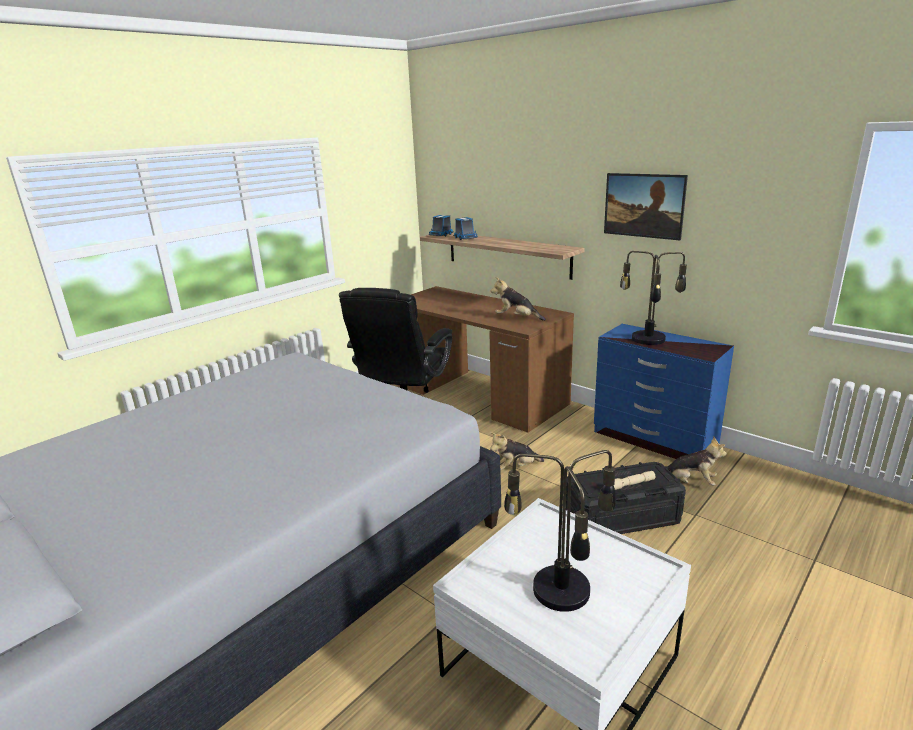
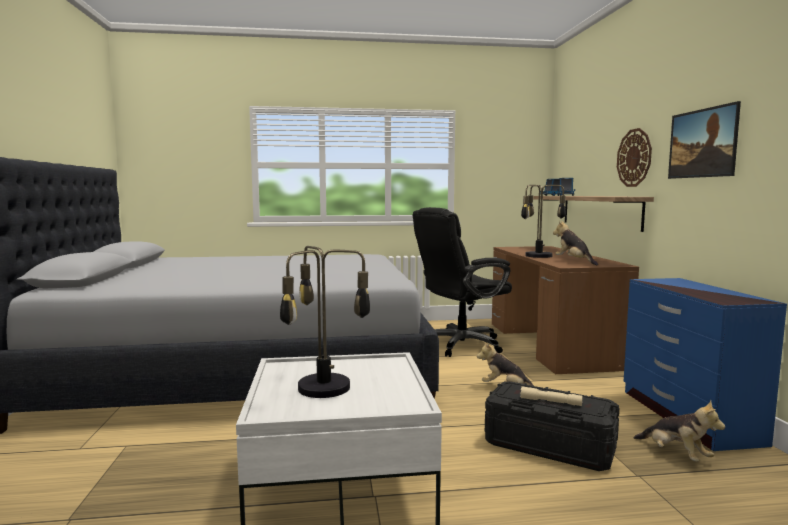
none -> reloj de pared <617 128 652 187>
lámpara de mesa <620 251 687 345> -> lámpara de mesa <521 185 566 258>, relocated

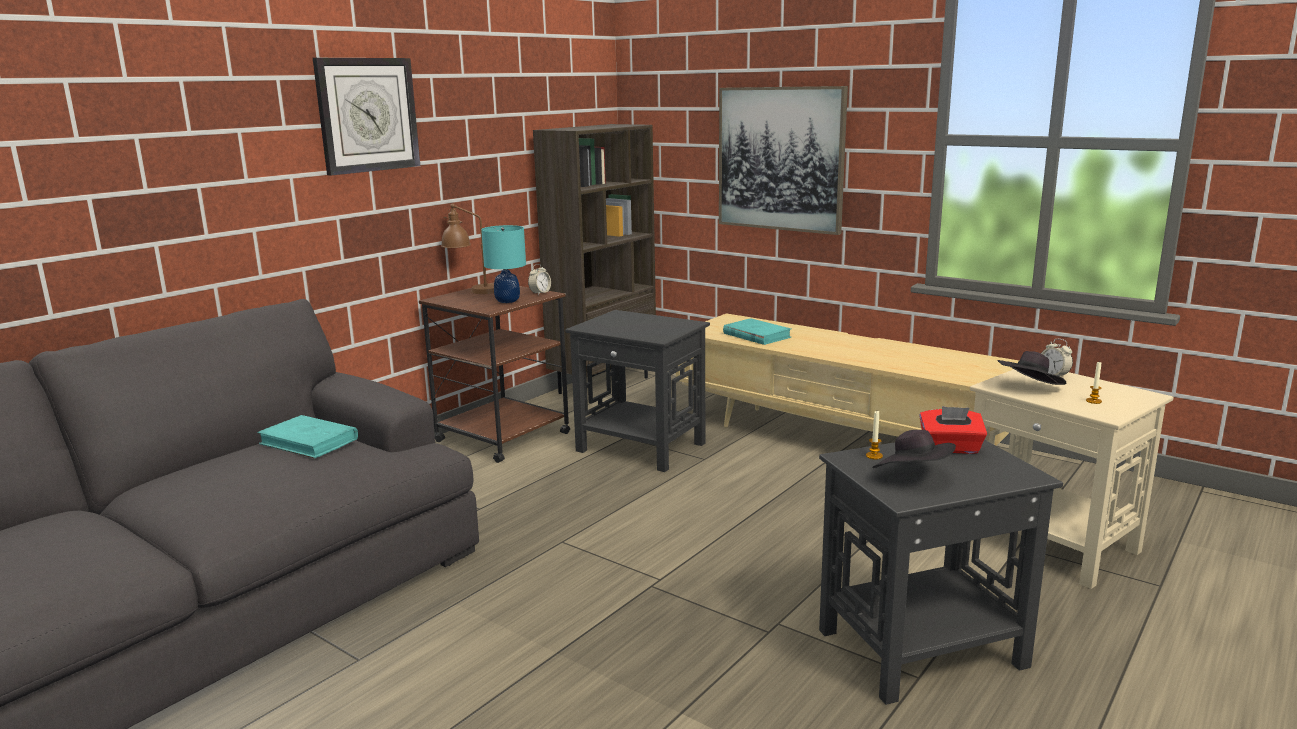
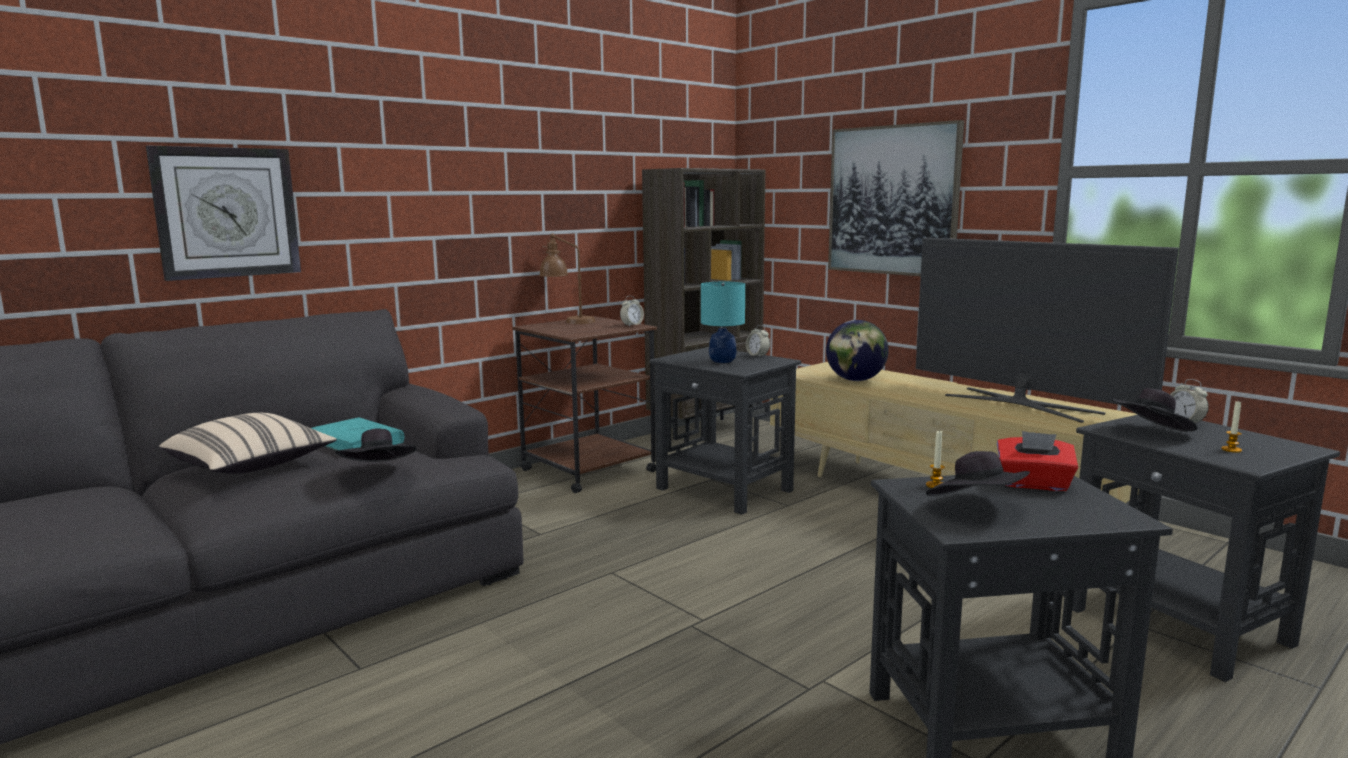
none -> cojín/beis <159 413 336 474>
none -> sombrero/negro <335 428 416 462>
none -> despertador <746 325 770 357>
none -> televisor <916 238 1179 423>
reloj de pared <313 58 420 175> -> reloj de pared <146 146 301 281>, relocated
lámpara de mesa/turquesa <481 225 526 303> -> lámpara de mesa/turquesa <701 282 745 363>, relocated
libro/turquesa <723 318 791 345> -> globo terráqueo <826 320 889 381>
mesa auxiliar/beis <970 369 1174 589> -> mesa auxiliar/negro <1072 415 1340 682>

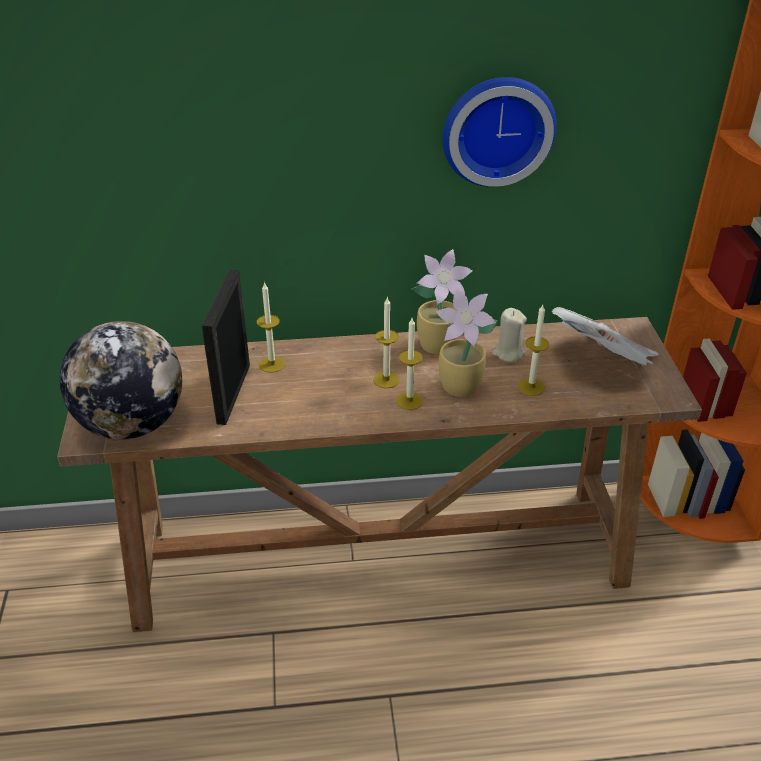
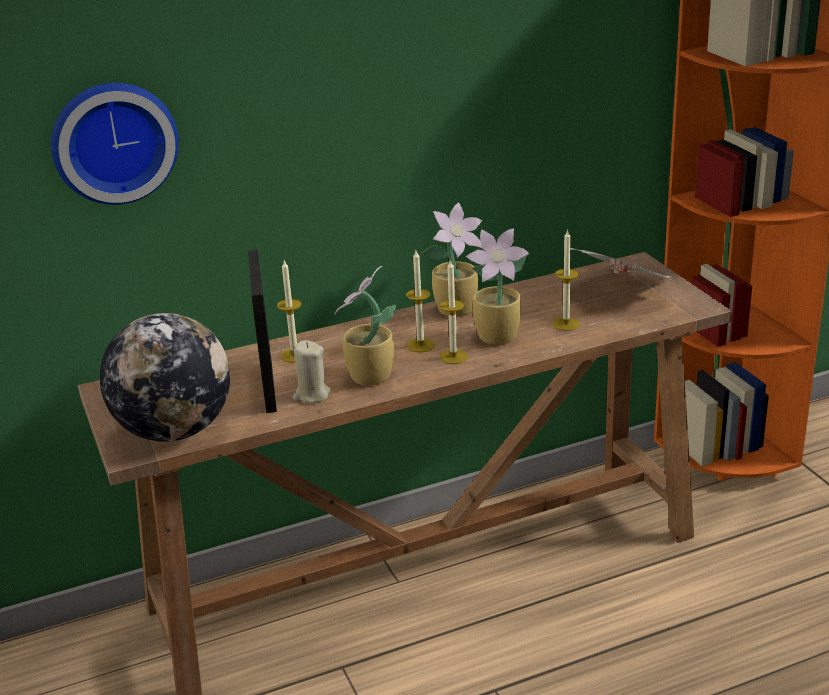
none -> planta en maceta <334 266 396 386>
reloj de pared <443 77 557 187> -> reloj de pared <51 83 179 205>, relocated
vela/beis <492 308 527 362> -> vela/beis <293 340 331 403>, relocated

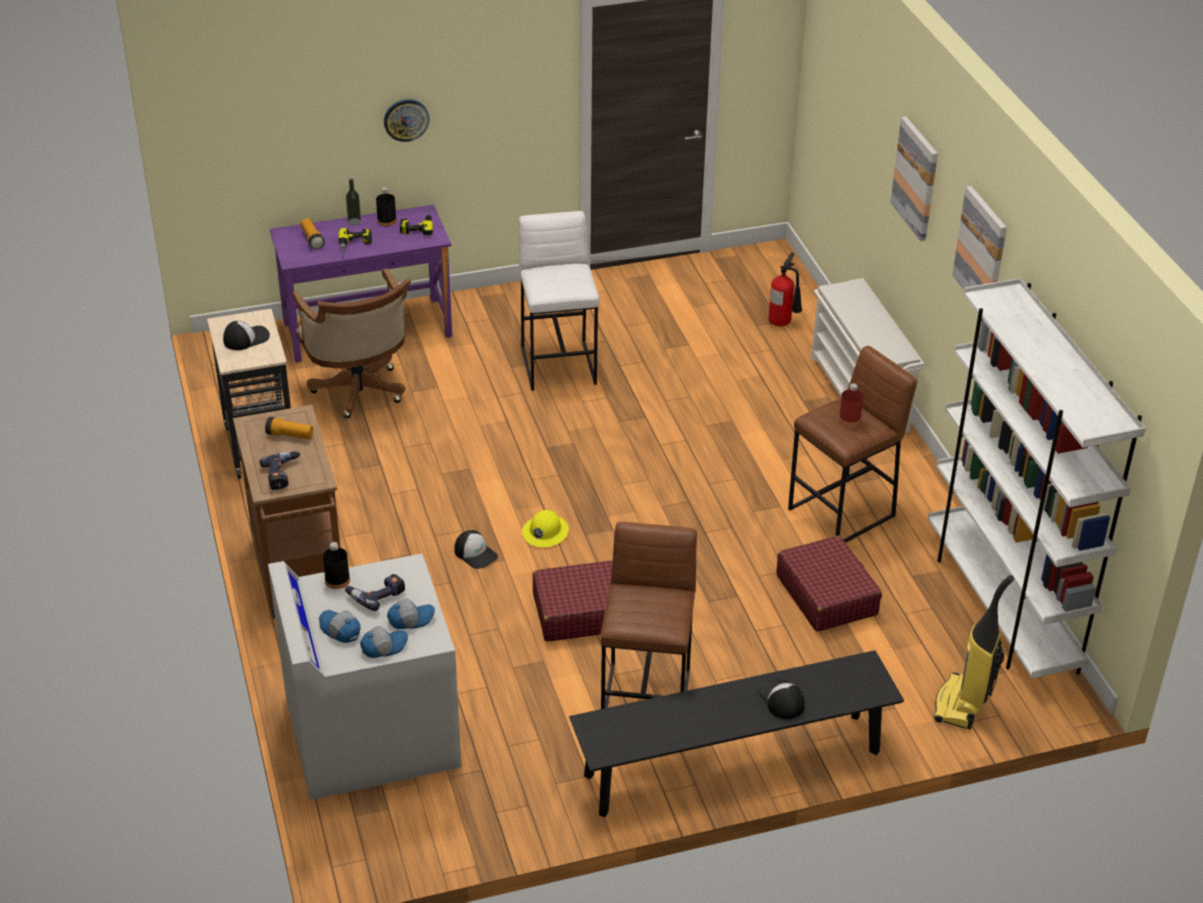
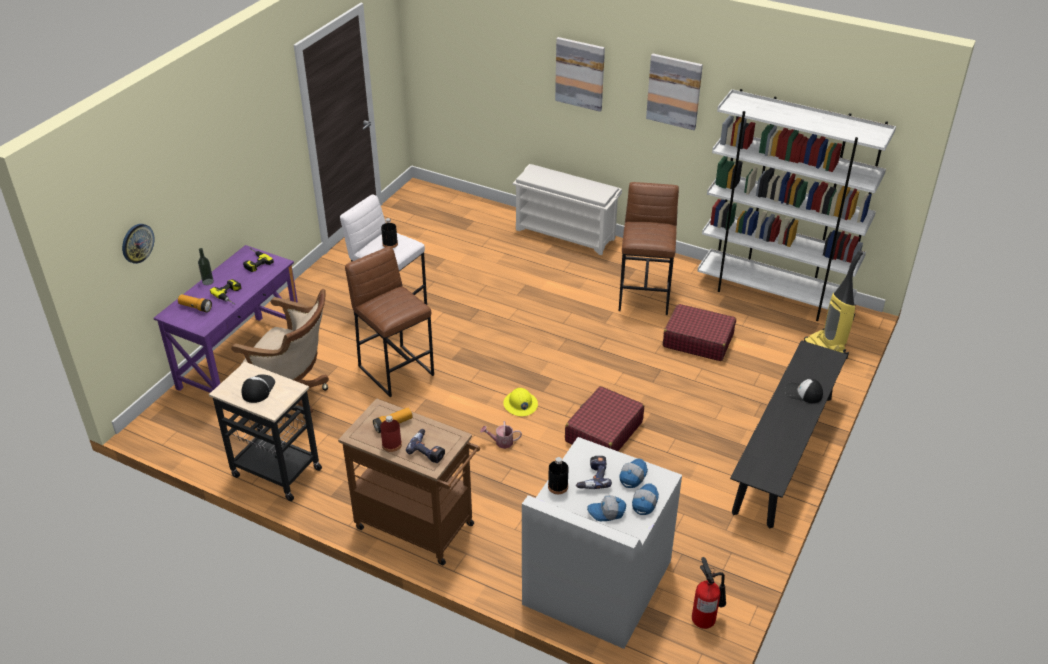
botella/negro <376 187 397 226> -> botella/negro <381 218 398 248>, relocated
reloj de pared <384 99 430 142> -> reloj de pared <122 224 154 264>, relocated
taburete/marrón <600 522 697 709> -> taburete/marrón <345 247 434 397>, relocated
extintor <768 253 802 326> -> extintor <692 557 726 629>, relocated
botella/rojo <839 383 863 426> -> botella/rojo <380 415 402 452>, relocated
gorra <454 530 498 569> -> regadera <480 421 522 449>

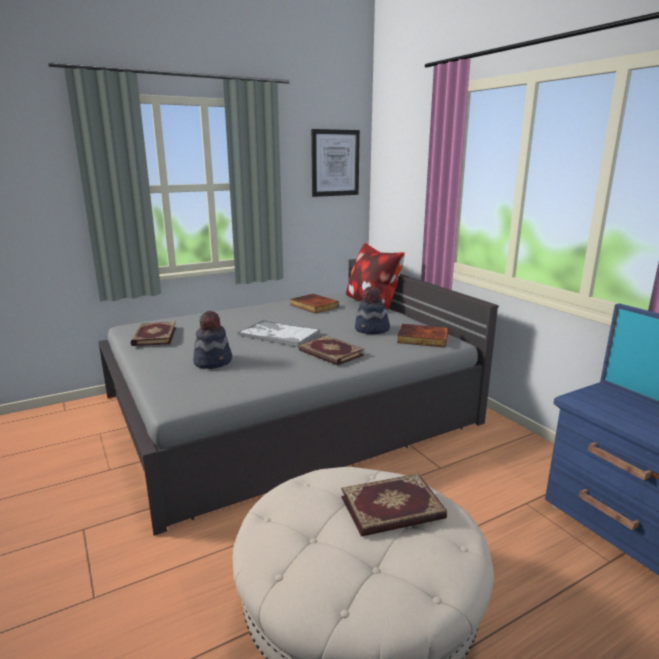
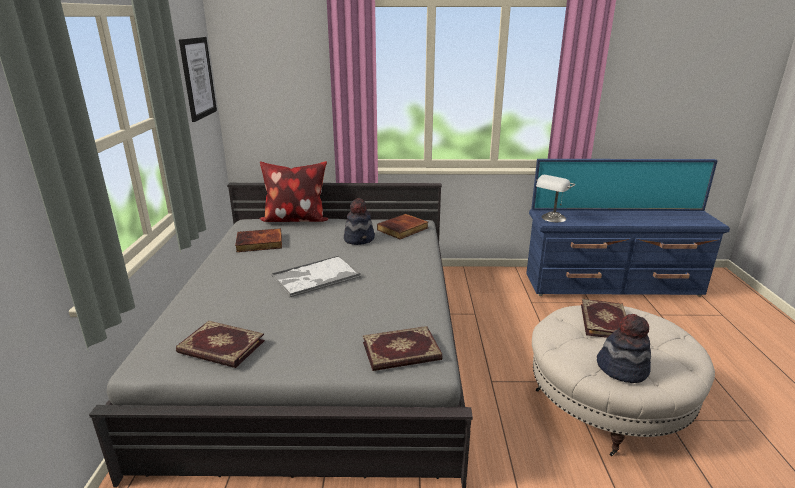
none -> lámpara de mesa/blanco <536 175 575 222>
sombrero <193 311 232 369> -> sombrero <597 314 651 383>, relocated
libro <299 336 364 366> -> libro <363 326 442 371>, relocated

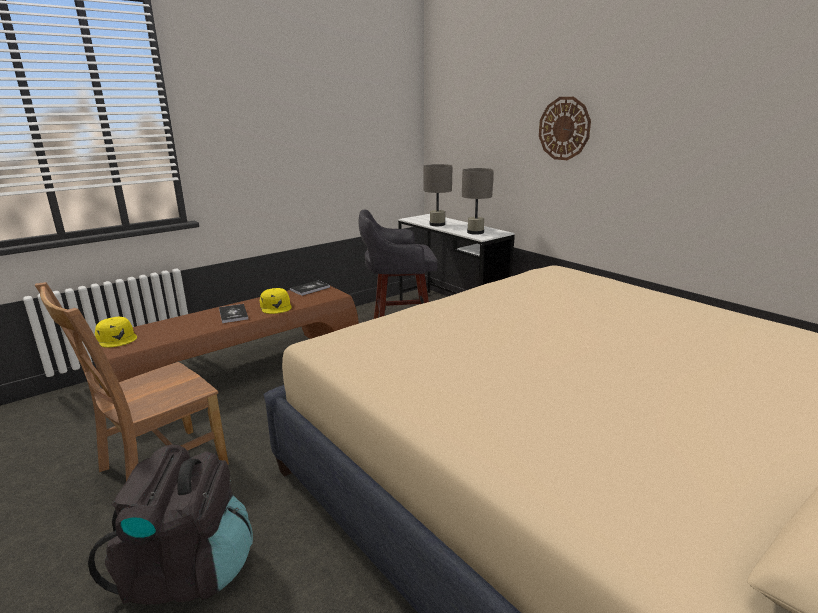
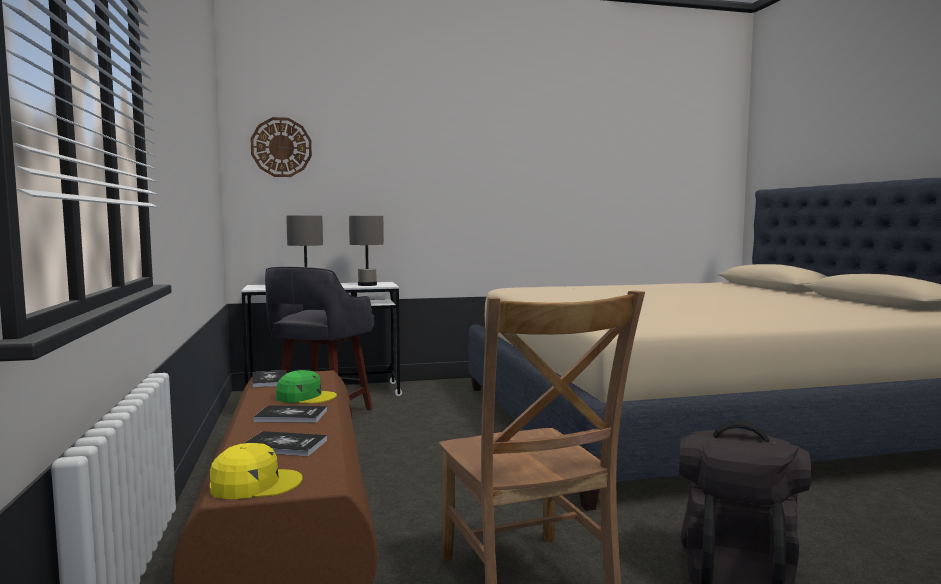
none -> libro <243 431 327 457>
reloj de pared <539 97 591 160> -> reloj de pared <250 117 312 177>, relocated
gorra/amarillo <260 288 292 314> -> gorra/verde <276 370 337 404>

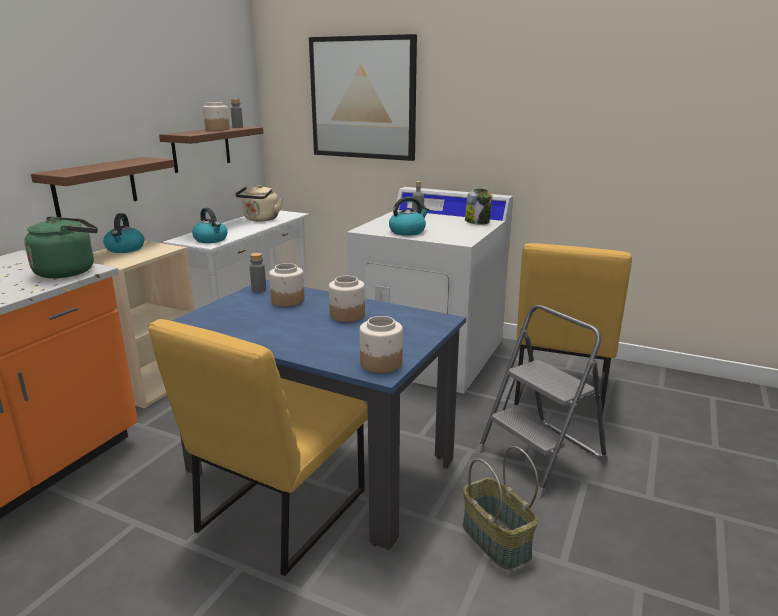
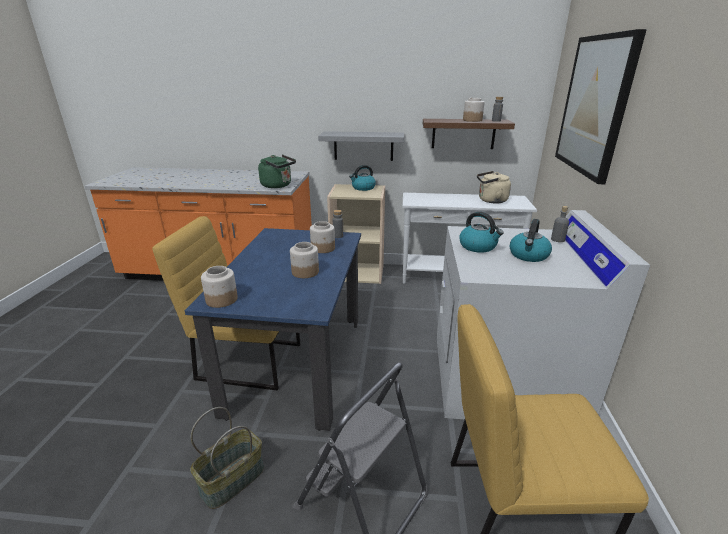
tarro <465 188 492 225> -> none
hervidor <192 208 228 243> -> hervidor <510 219 552 262>, relocated
estante/marrón <31 157 175 217> -> estante/gris <318 131 404 161>

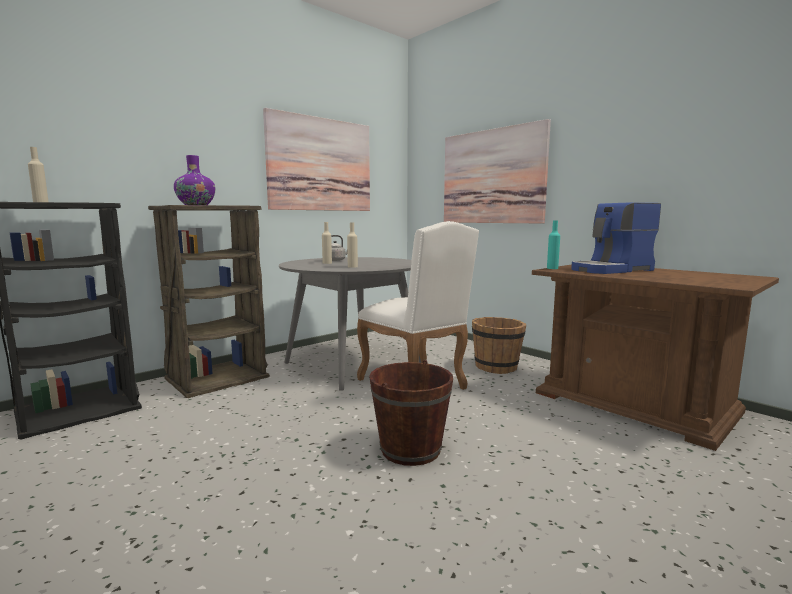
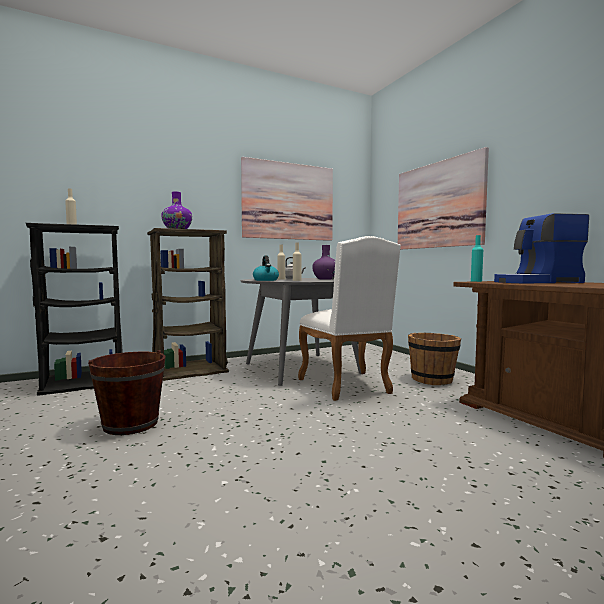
none -> hervidor <253 255 279 281>
none -> florero/morado <312 245 336 279>
cubo/marrón <369 360 453 466> -> cubo/marrón <88 350 166 435>, relocated

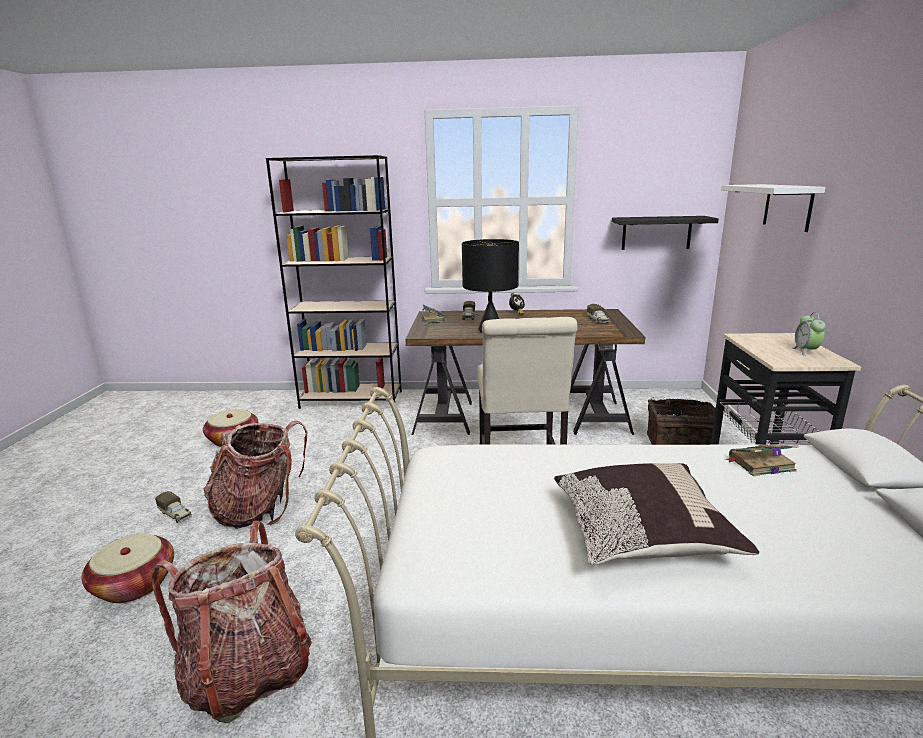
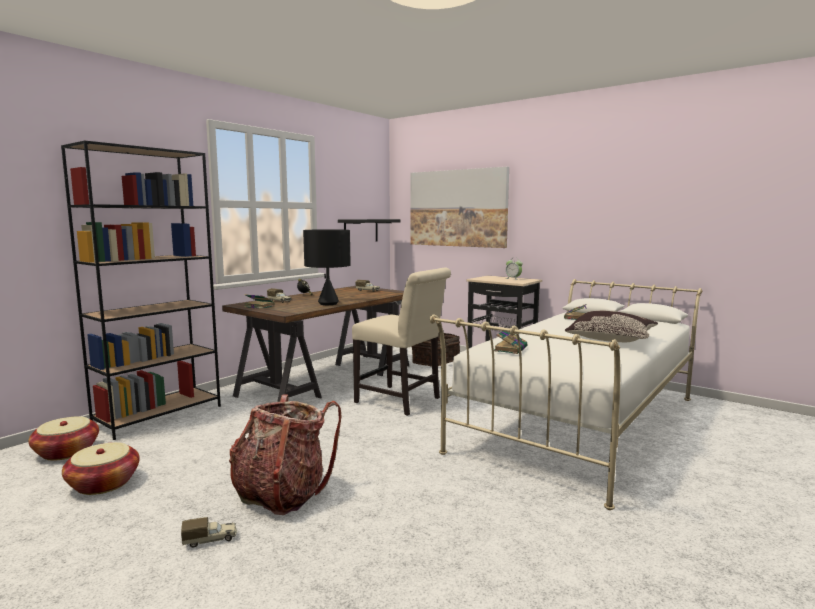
mochila <151 521 312 723> -> none
none -> libro <494 331 528 354>
cesta <81 533 174 603> -> cesta <28 416 99 461>, relocated
estante/blanco <721 184 826 232> -> cuadro <410 167 509 248>

